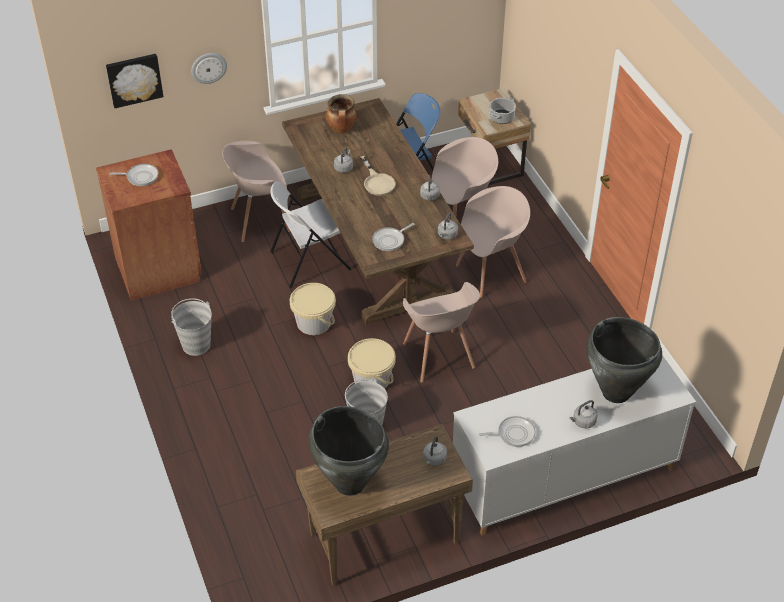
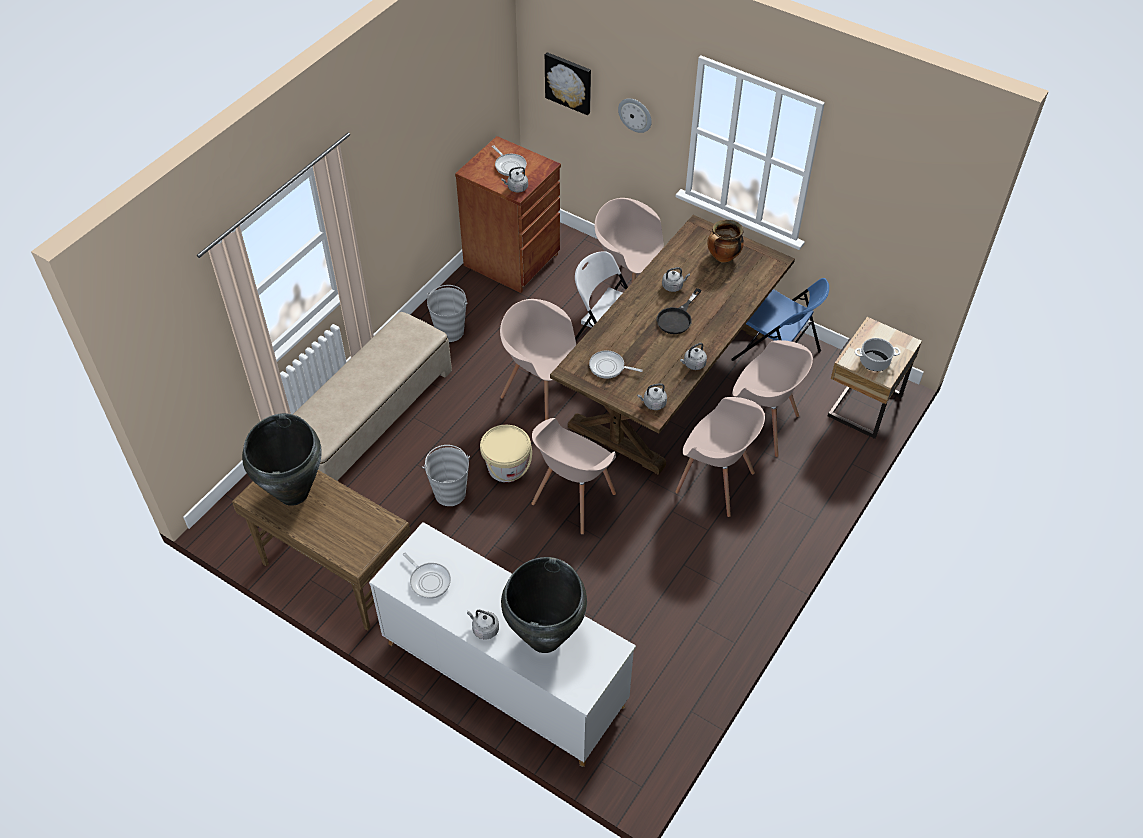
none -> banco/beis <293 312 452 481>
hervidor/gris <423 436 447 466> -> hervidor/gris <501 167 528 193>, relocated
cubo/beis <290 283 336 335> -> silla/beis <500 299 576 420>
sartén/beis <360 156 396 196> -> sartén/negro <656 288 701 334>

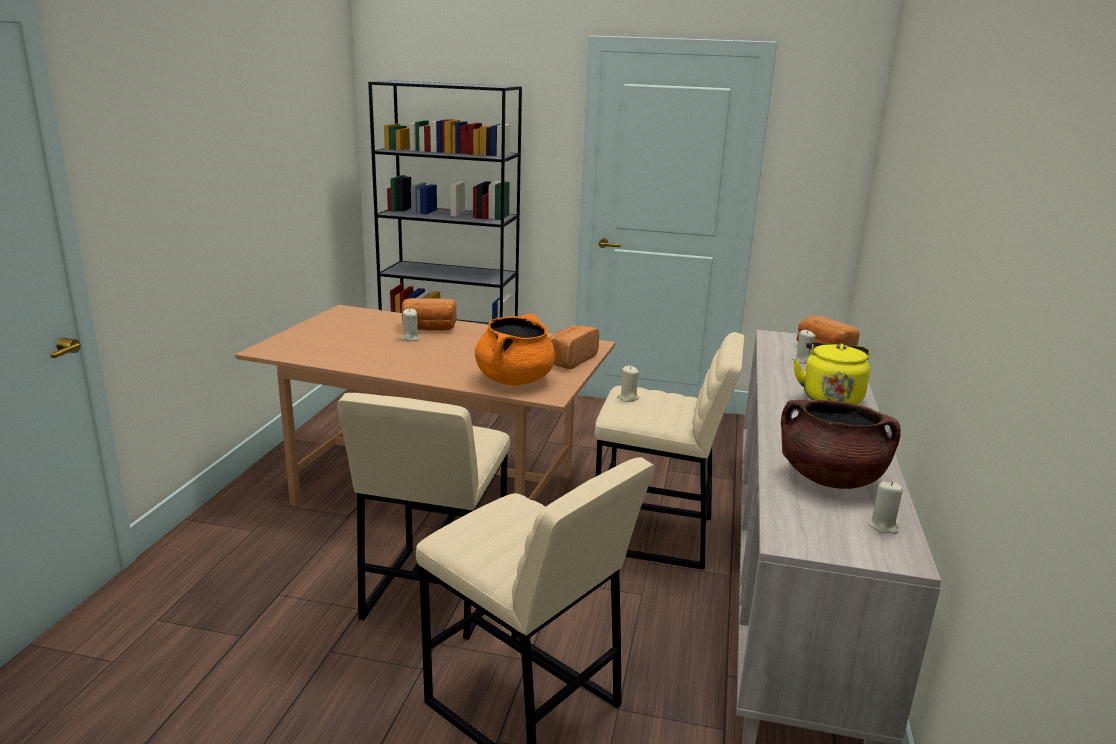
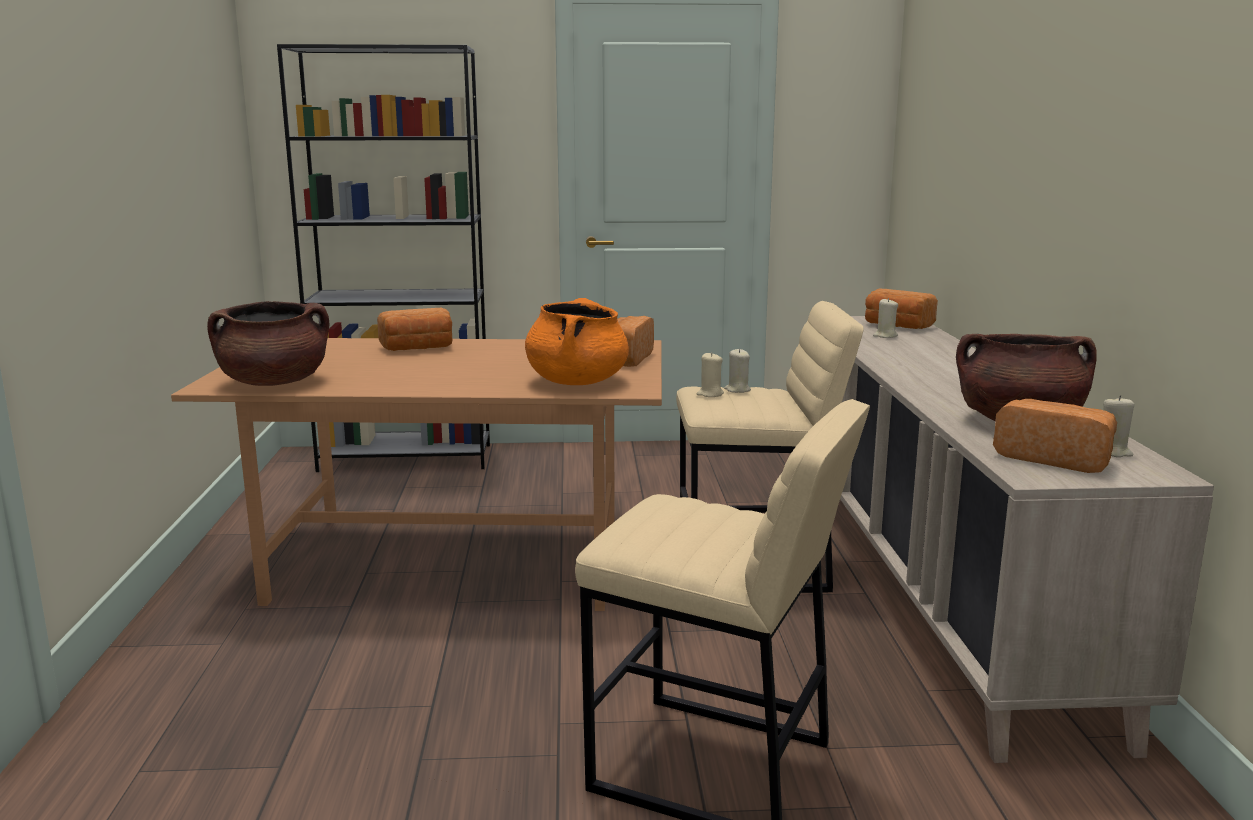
taburete/beis <337 393 510 640> -> none
hervidor/amarillo <793 342 870 404> -> none
none -> olla/marrón <207 301 329 386>
none -> pan <993 399 1117 473>
vela/beis <401 309 420 342> -> vela/beis <724 348 751 393>, relocated

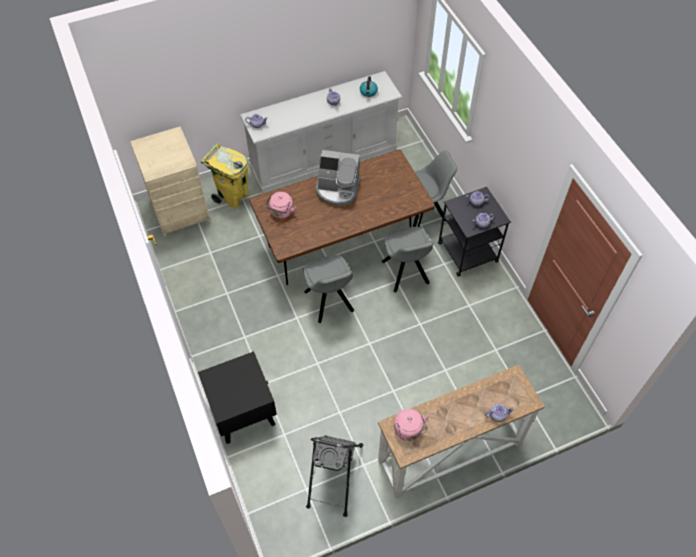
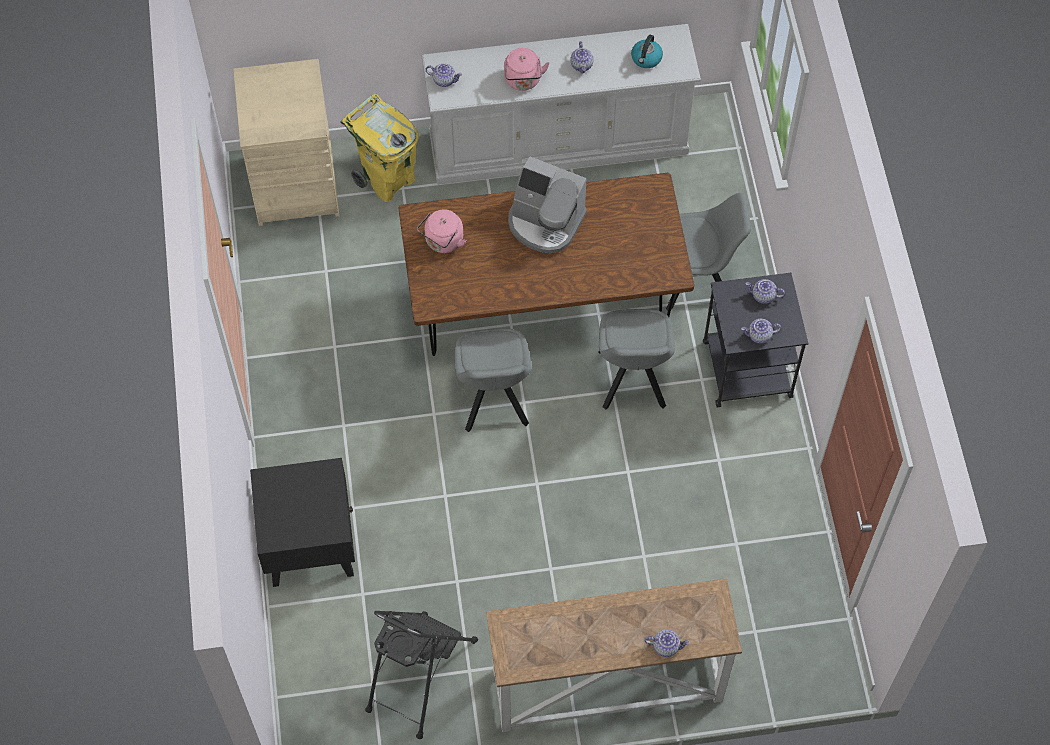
hervidor/rosa <394 409 429 441> -> hervidor/rosa <504 48 550 91>, relocated

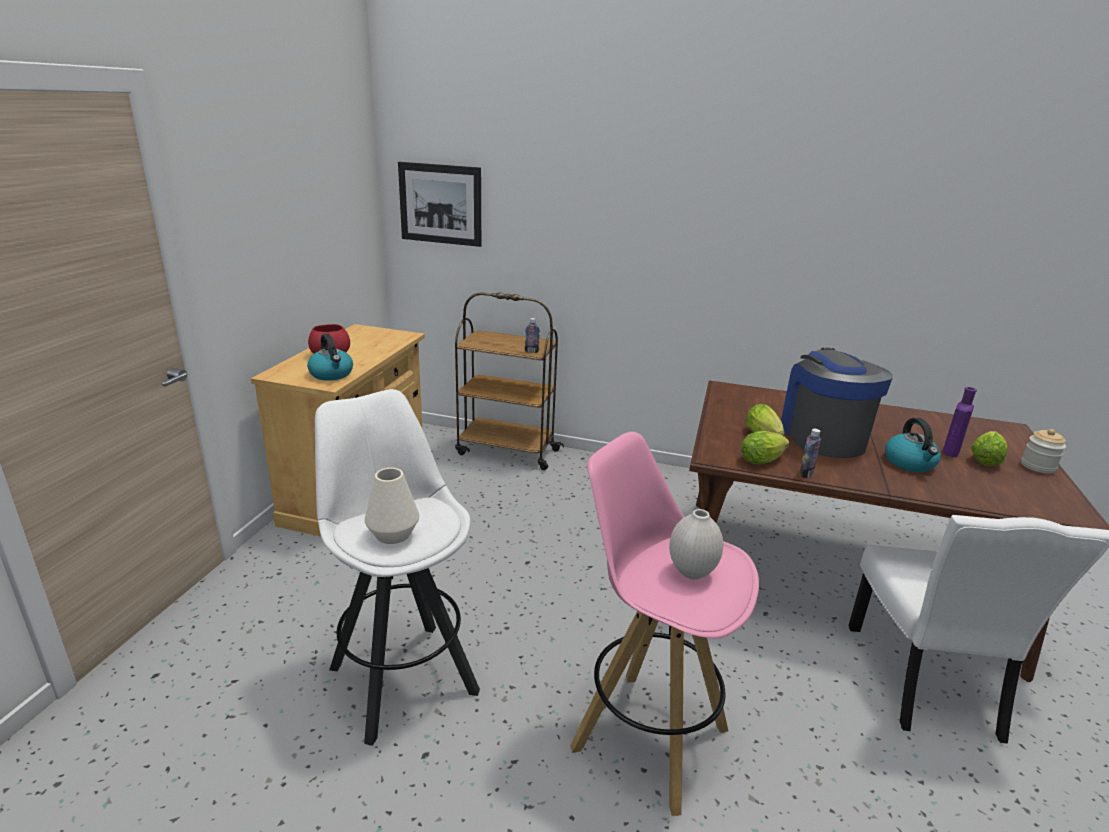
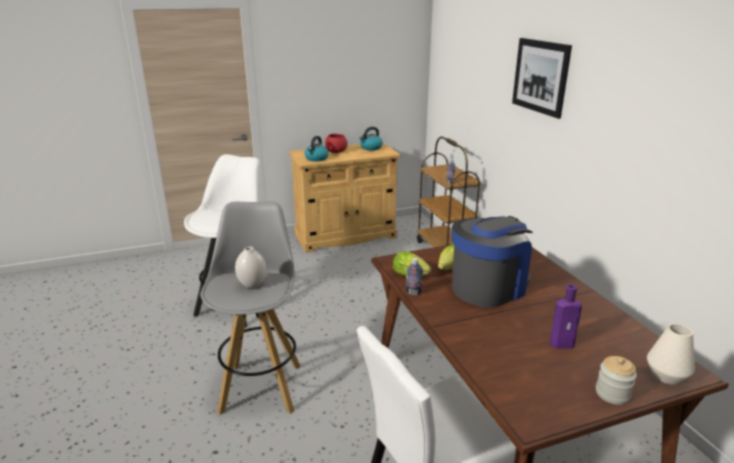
lechuga <971 431 1008 466> -> none
florero/blanco <365 468 419 544> -> florero/blanco <647 323 695 385>, relocated
cuadro <398 162 481 247> -> cuadro <512 38 572 119>, relocated
hervidor <885 418 941 472> -> hervidor <360 127 383 151>, relocated
taburete/rosa <570 432 759 816> -> taburete/gris <200 201 301 415>

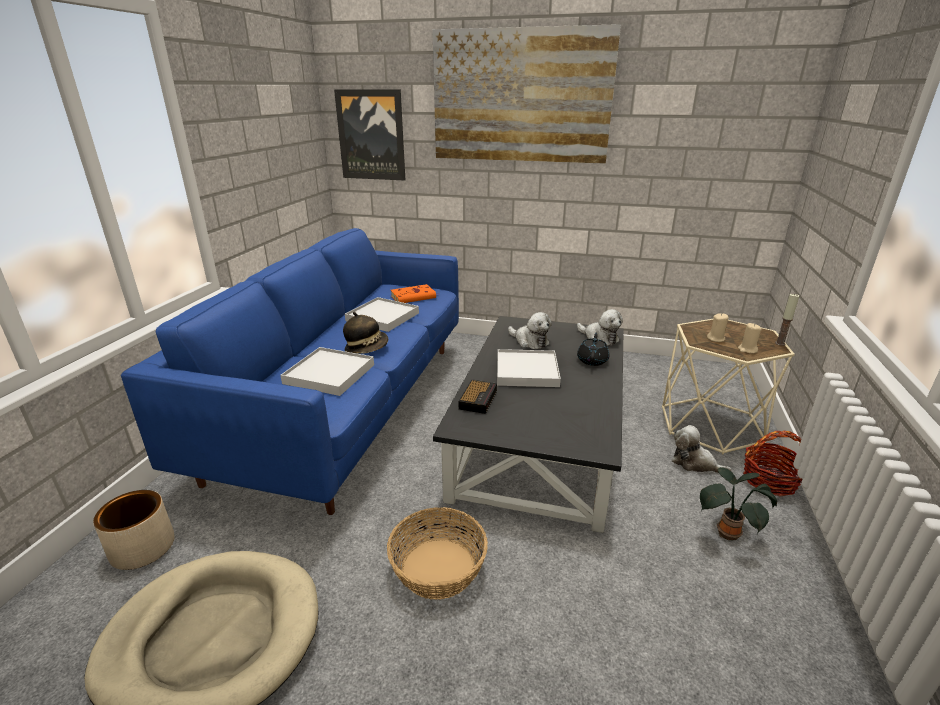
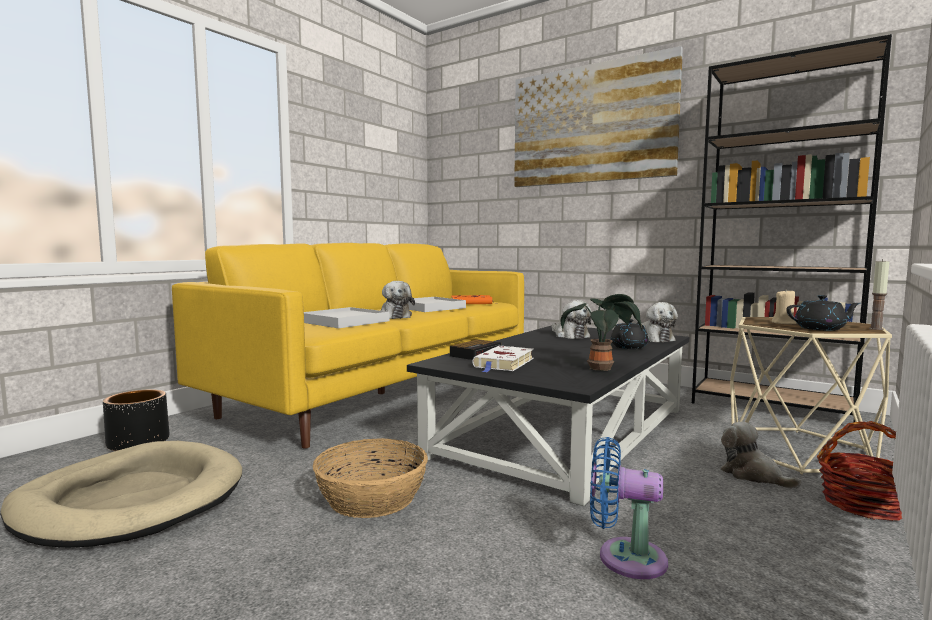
cuadro <334 89 405 180> -> none
bandeja/blanco <497 349 561 387> -> none
none -> libro/blanco <473 346 534 373>
none -> ventilador/azul <590 437 668 579>
none -> estantería/beis <692 34 892 423>
planta en maceta <700 467 777 540> -> planta en maceta <561 294 642 371>, relocated
sombrero <343 312 389 354> -> peluche <381 281 415 319>
vela/beis <738 323 762 353> -> tetera/negro <786 295 860 331>
maceta/beis <93 490 175 570> -> maceta/negro <103 389 169 451>
sofá/azul <121 228 459 515> -> sofá/amarillo <172 243 524 449>

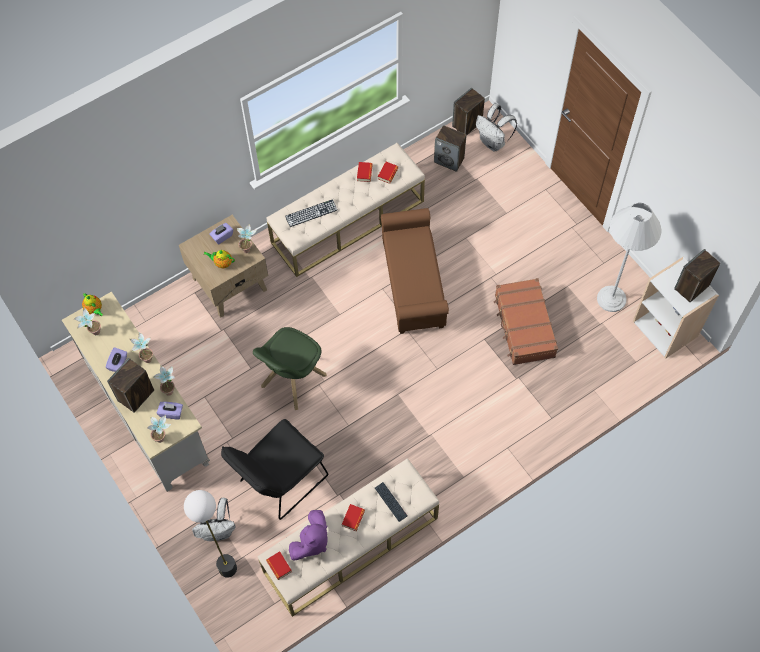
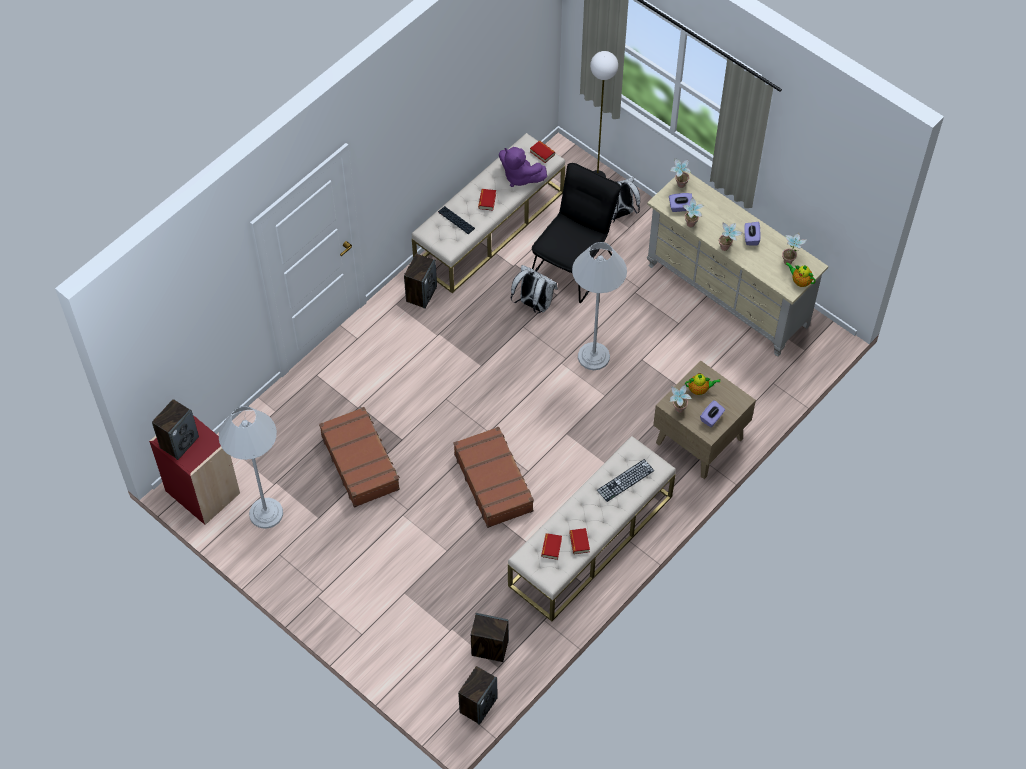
altavoz <107 358 154 413> -> altavoz <404 254 437 309>, relocated
mochila/blanco <476 104 517 152> -> mochila/blanco <511 265 558 314>, relocated
silla/verde <253 327 327 410> -> lámpara de pie/blanco <572 242 627 370>
puf/marrón <381 208 449 334> -> maleta/marrón <453 427 534 528>
estantería/blanco <633 257 719 358> -> estantería/rojo <149 415 240 525>
peluche/morado <289 510 328 560> -> peluche/morado <499 147 547 187>, 75 degrees counterclockwise

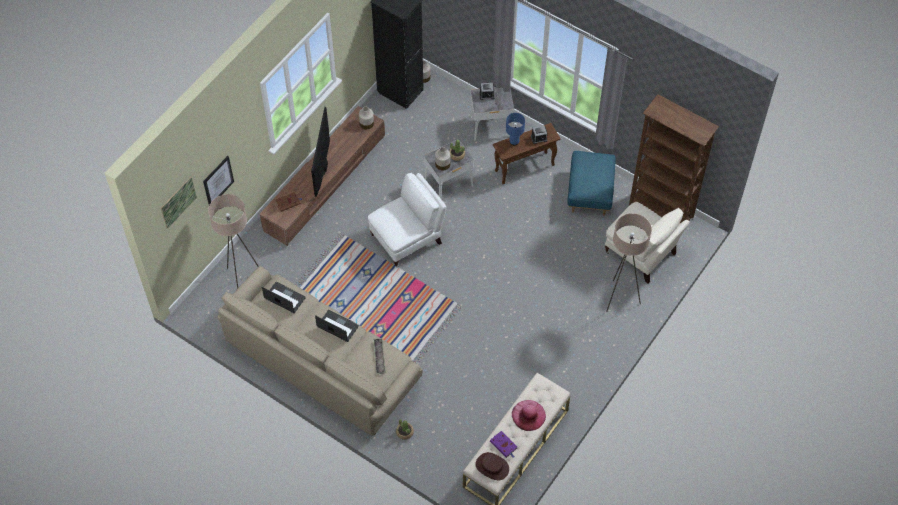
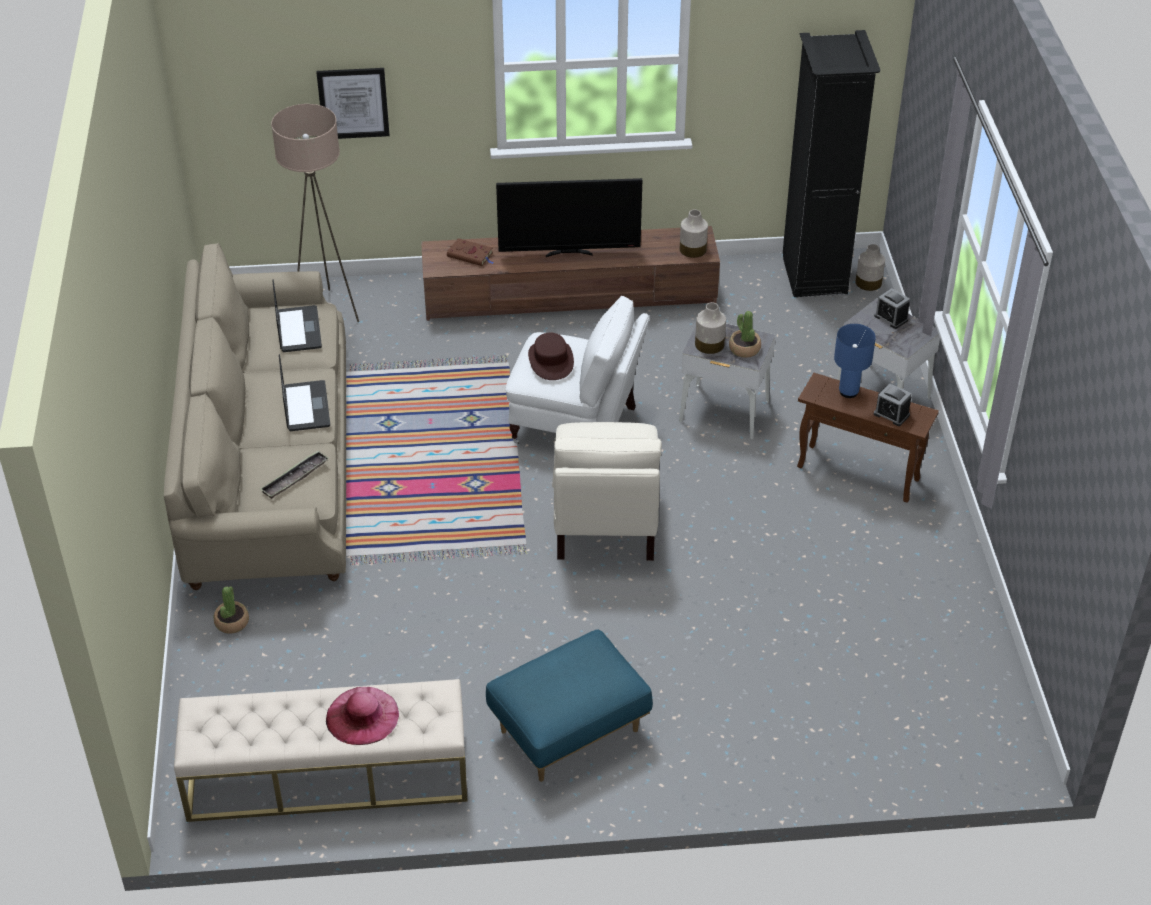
cuadro <161 177 197 229> -> none
libro/morado <490 431 517 458> -> none
lámpara de pie/beis <606 213 652 312> -> none
estantería/marrón <629 94 719 224> -> none
sombrero/marrón <475 452 509 480> -> sombrero/marrón <528 333 574 380>, relocated
puf/azul <567 151 616 216> -> puf/azul <486 629 653 782>, relocated
sillón/beis <605 202 689 283> -> sillón/beis <552 422 662 561>, relocated
televisor <311 107 330 197> -> televisor <496 178 642 257>, 150 degrees counterclockwise

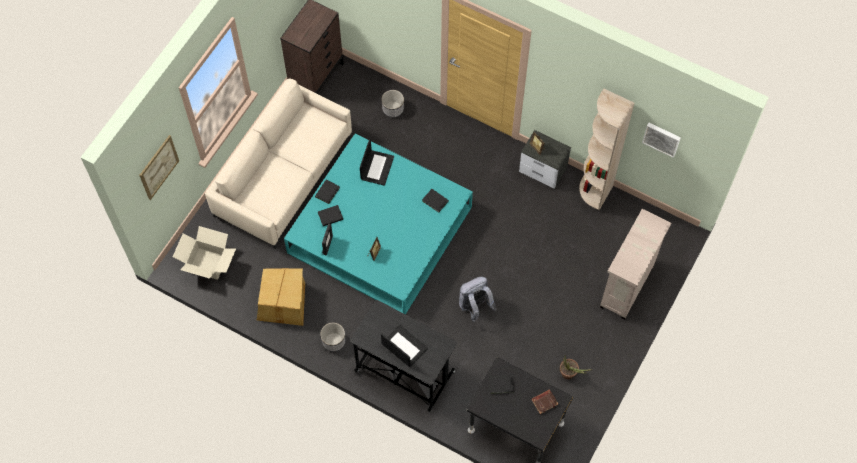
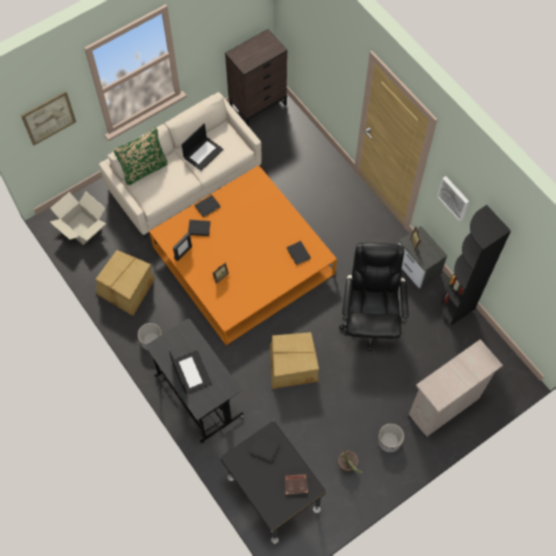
none -> cojín/verde <113 128 168 185>
none -> silla de oficina/negro <339 243 409 351>
portátil <360 139 394 186> -> portátil <181 123 224 171>, relocated
maceta <381 90 404 117> -> maceta <378 423 404 453>, relocated
cuadro <642 123 681 158> -> cuadro <437 176 469 221>, relocated
mochila/gris <459 277 497 322> -> caja de cartón <270 332 319 389>
mesa de centro/turquesa <284 133 473 315> -> mesa de centro/naranja <149 165 337 345>
estantería/beis <579 88 634 210> -> estantería/negro <441 205 511 326>

